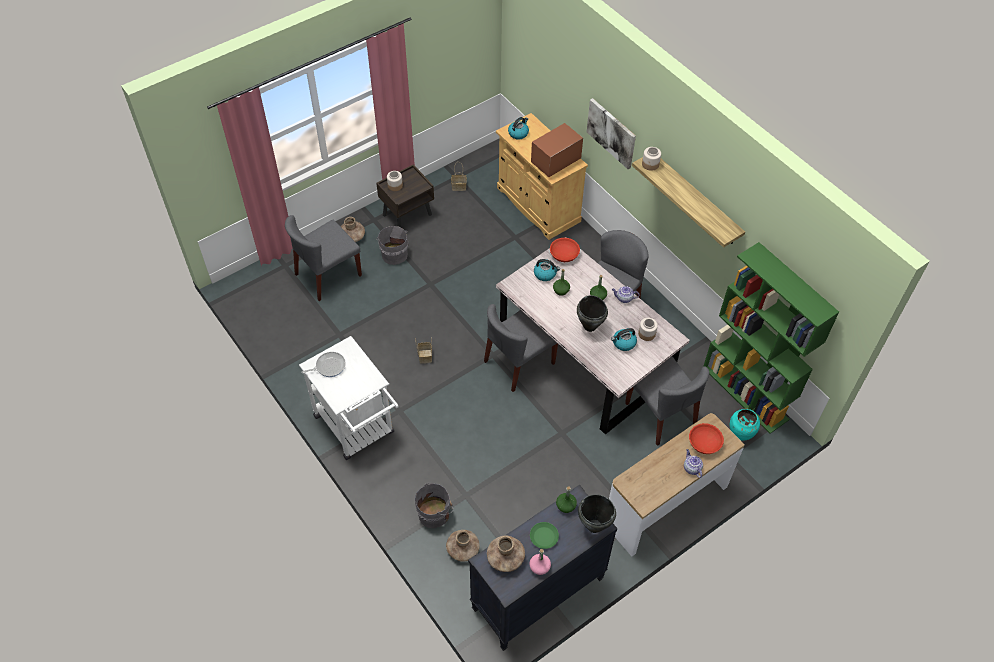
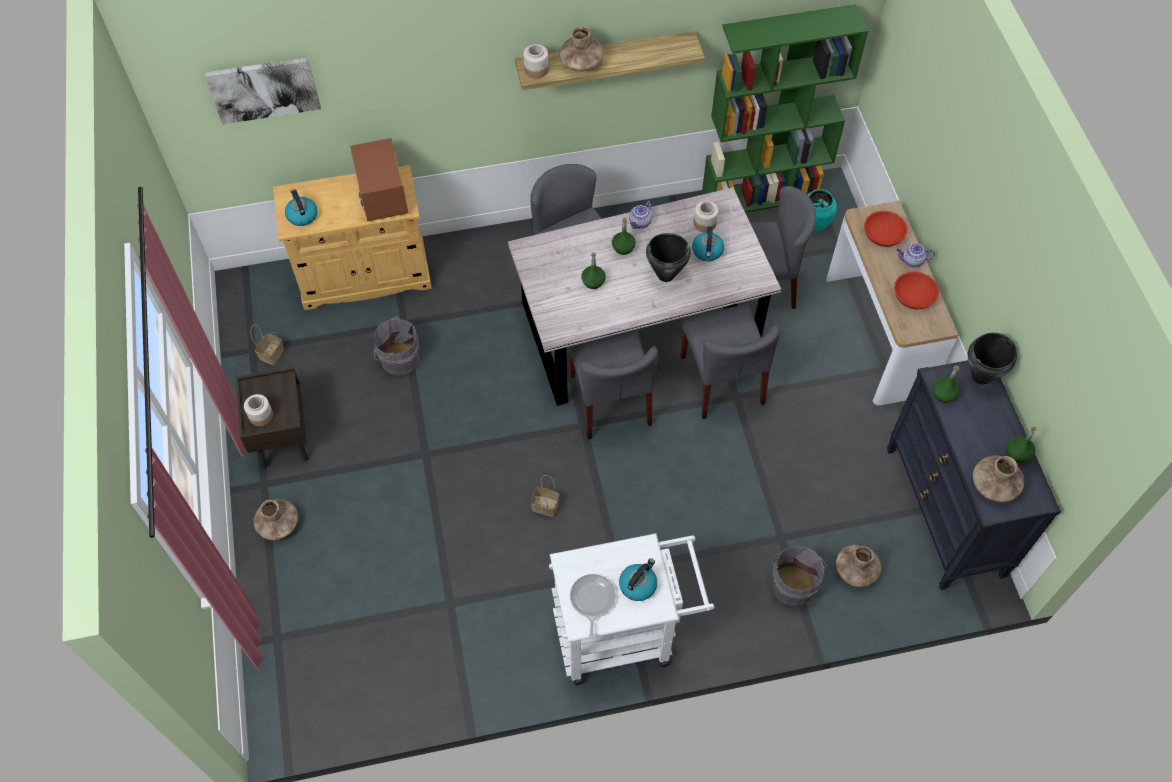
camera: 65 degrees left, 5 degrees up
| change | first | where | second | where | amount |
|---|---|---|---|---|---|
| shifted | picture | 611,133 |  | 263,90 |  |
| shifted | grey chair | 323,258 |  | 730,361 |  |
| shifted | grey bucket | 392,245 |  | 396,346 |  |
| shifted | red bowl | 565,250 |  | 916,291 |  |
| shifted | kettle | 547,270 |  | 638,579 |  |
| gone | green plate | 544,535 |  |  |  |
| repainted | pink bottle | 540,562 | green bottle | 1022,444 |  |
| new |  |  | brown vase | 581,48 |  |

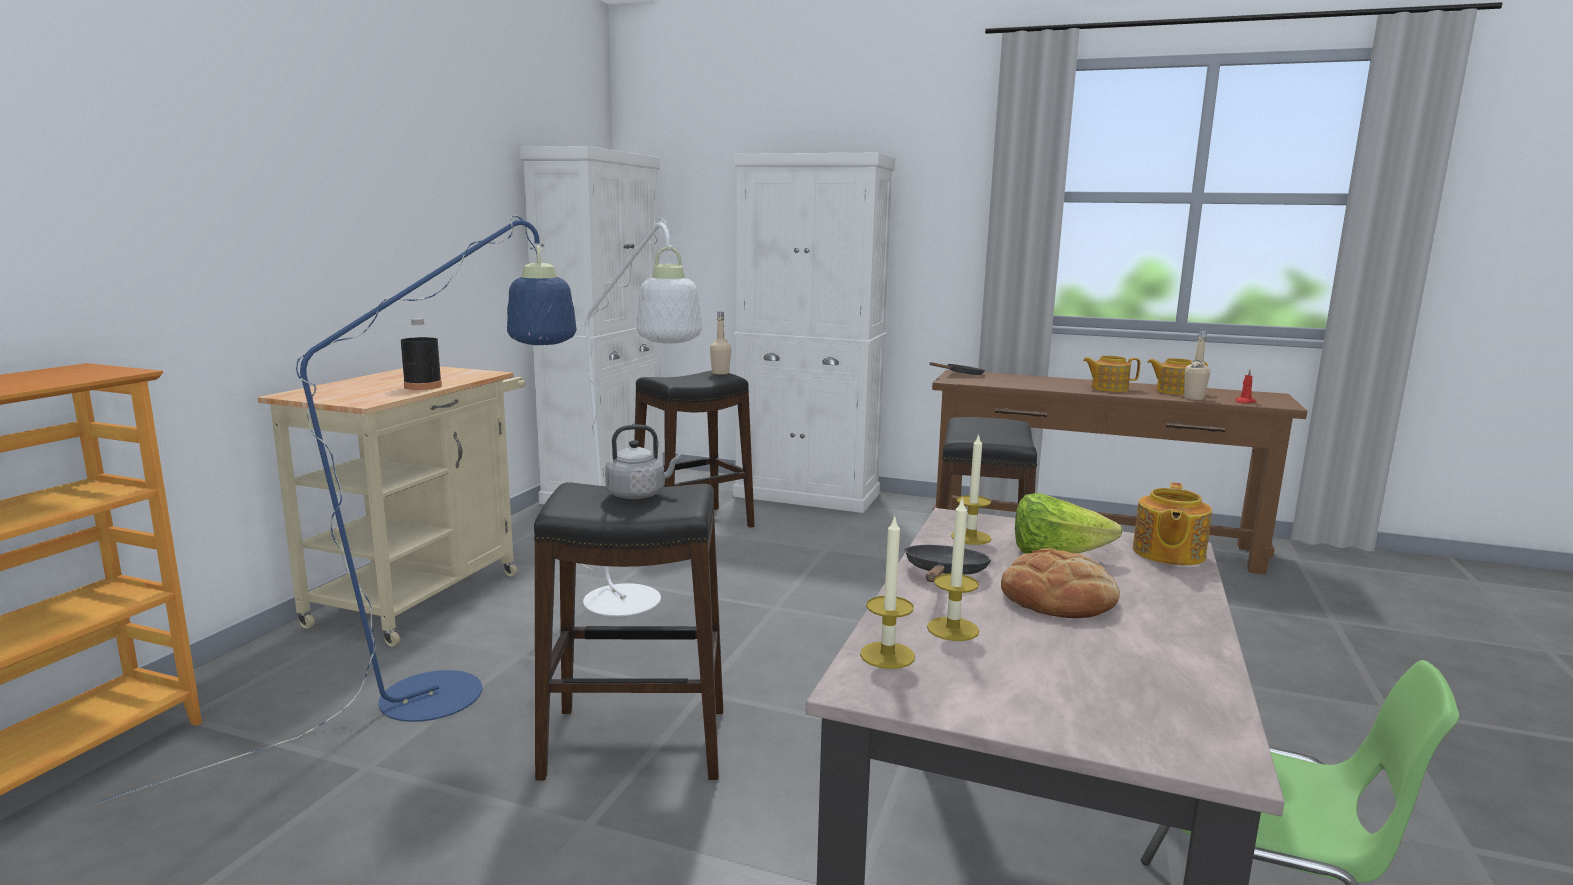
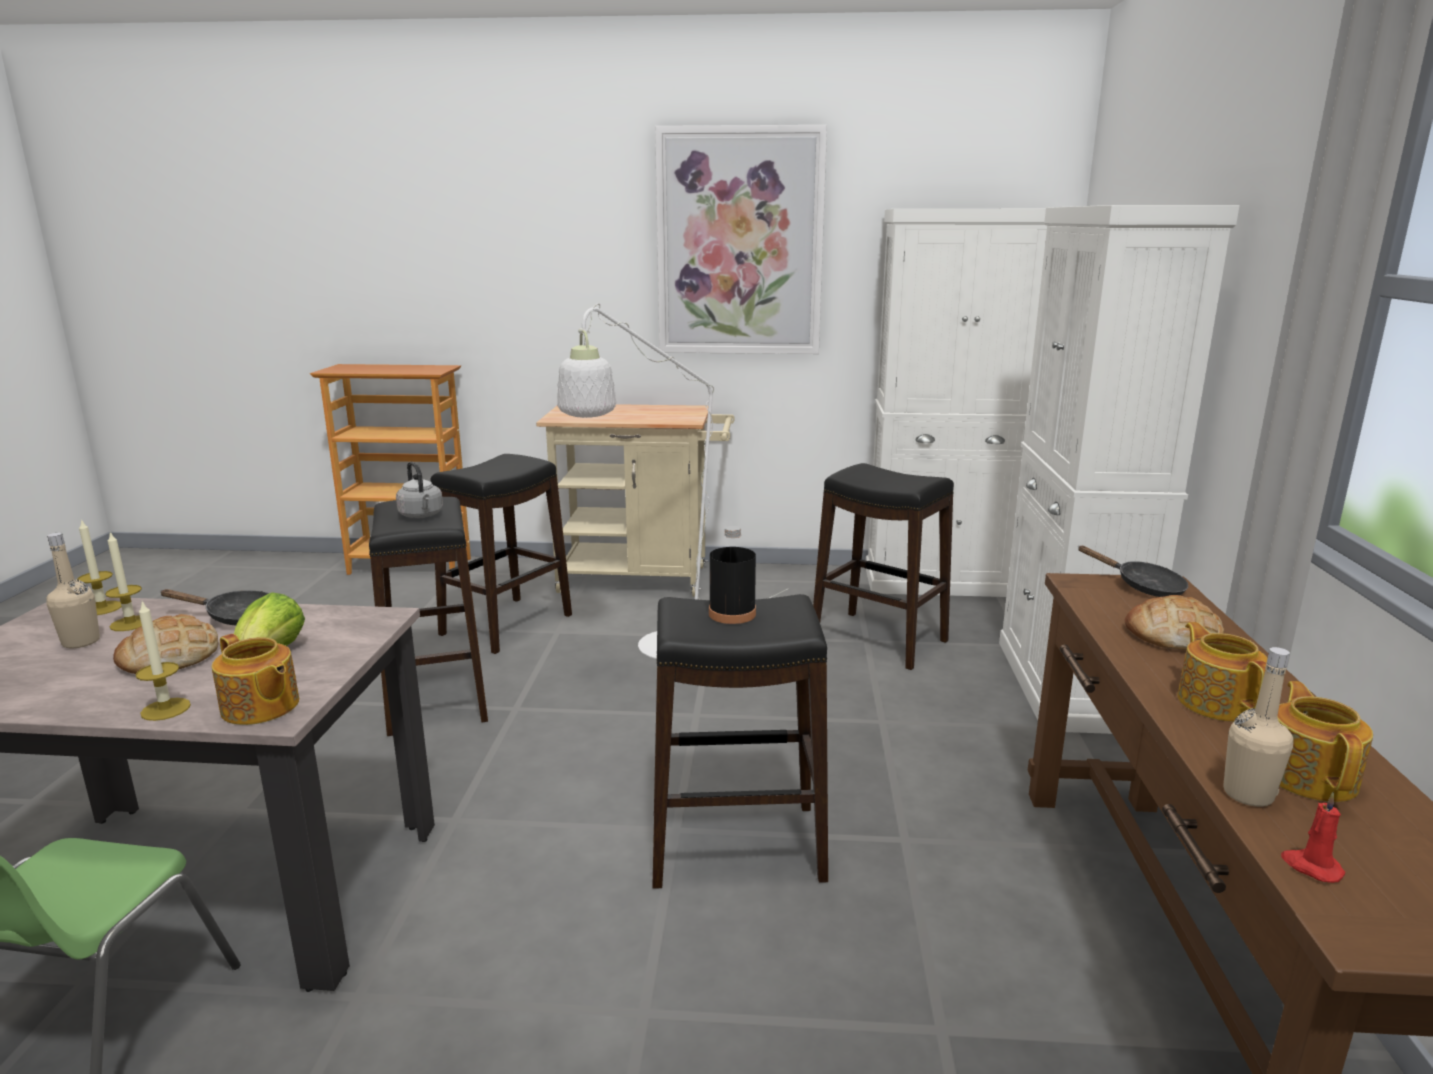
camera: 75 degrees right, 5 degrees up
| change | first | where | second | where | amount |
|---|---|---|---|---|---|
| swapped | blue floor lamp | 337,510 | black stool | 501,554 |  |
| shifted | beige bottle | 720,343 |  | 73,590 |  |
| shifted | black bottle | 421,354 |  | 732,575 |  |
| shifted | candle | 971,489 |  | 163,661 |  |
| rotated | teapot | 1172,523 |  | 255,679 | 150 degrees counterclockwise |
| new |  |  | picture | 741,239 |  |
| new |  |  | bread | 1174,622 |  |

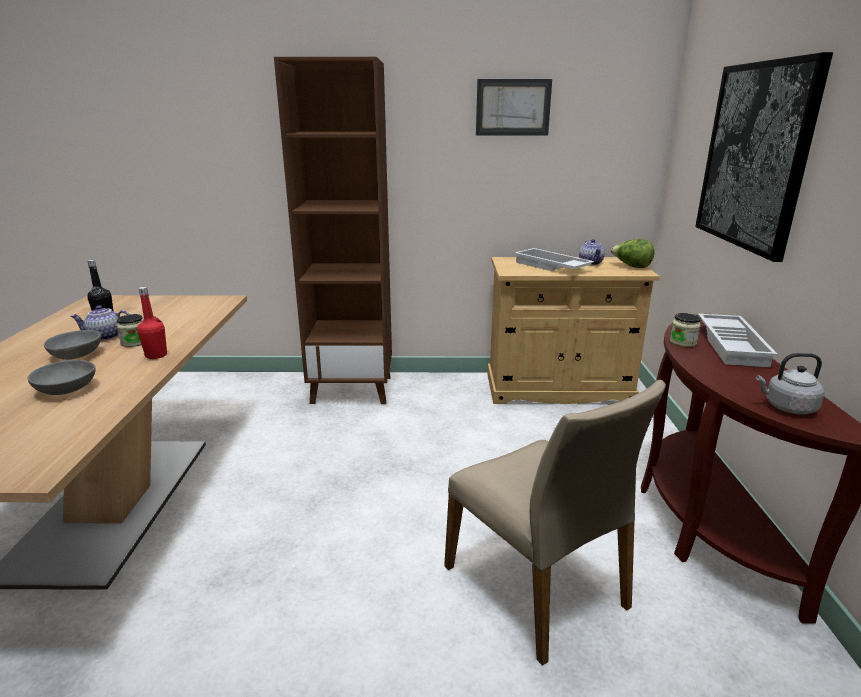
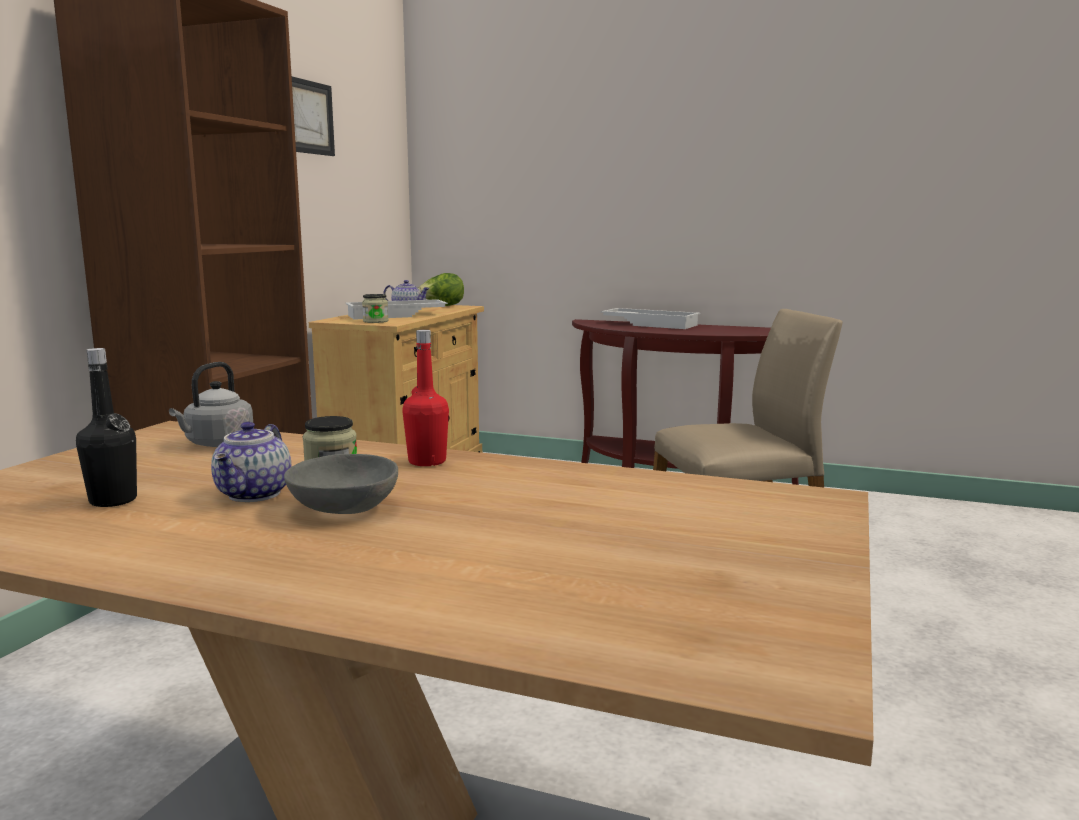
camera: 70 degrees left, 10 degrees down
| change | first | where | second | where | amount |
|---|---|---|---|---|---|
| gone | picture | 764,157 |  |  |  |
| shifted | jar | 685,330 |  | 375,308 |  |
| shifted | grey kettle | 790,384 |  | 211,404 |  |
| gone | grey bowl | 61,377 |  |  |  |

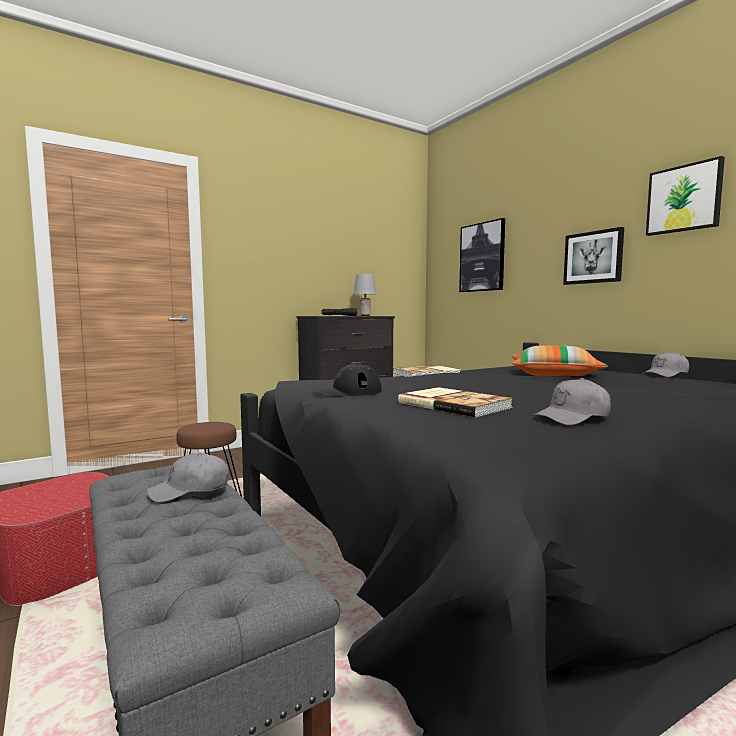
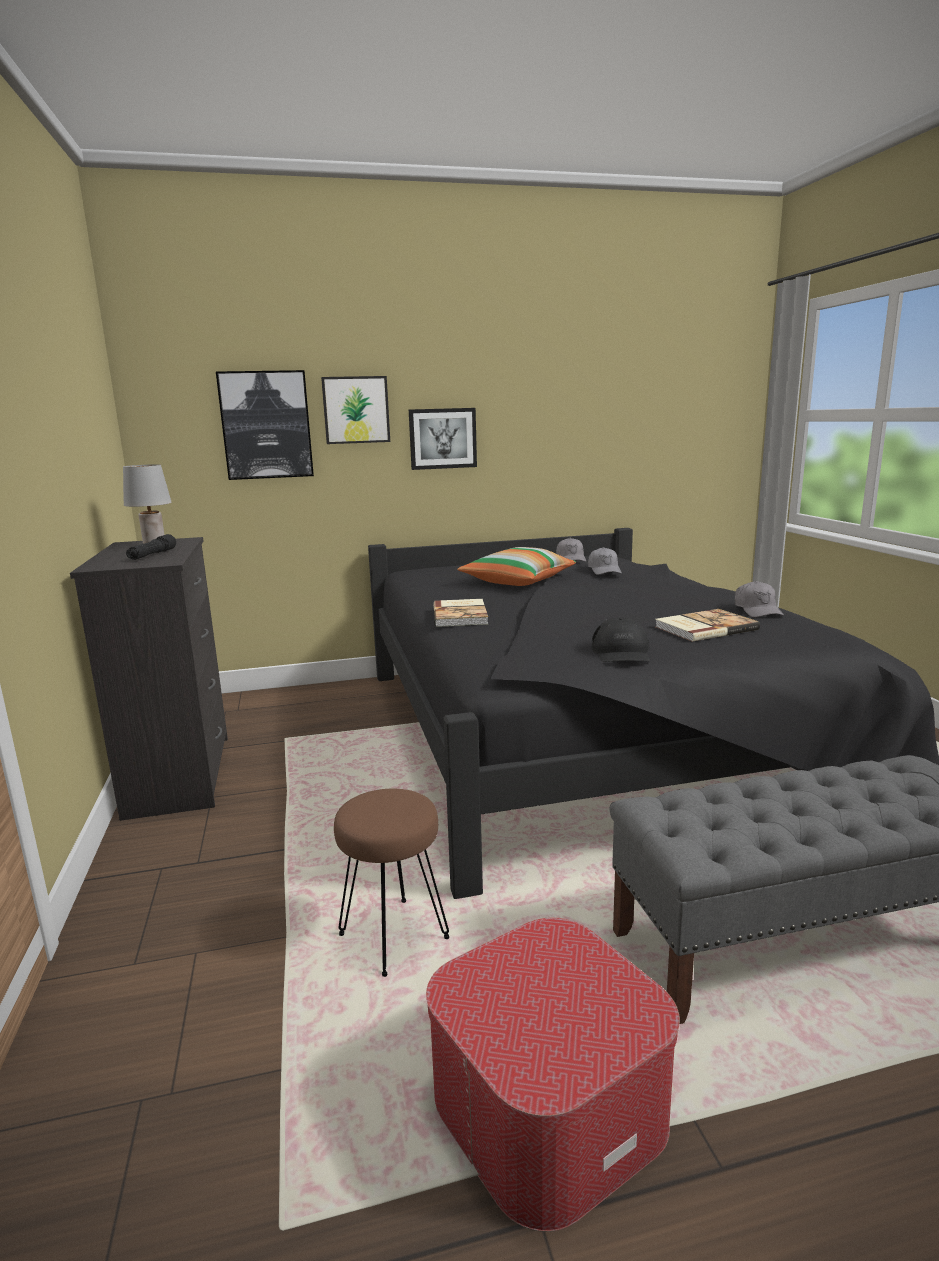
camera: 70 degrees left, 10 degrees up
| change | first | where | second | where | amount |
|---|---|---|---|---|---|
| shifted | picture | 685,196 |  | 355,410 |  |
| shifted | grey cap | 187,477 |  | 605,561 |  |

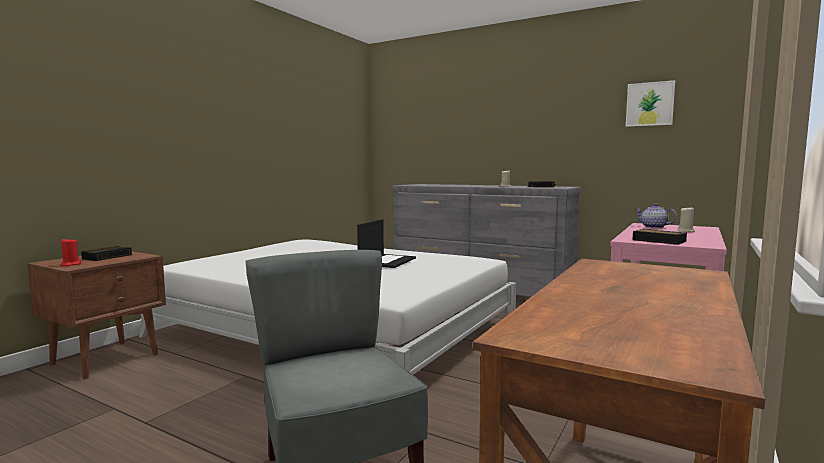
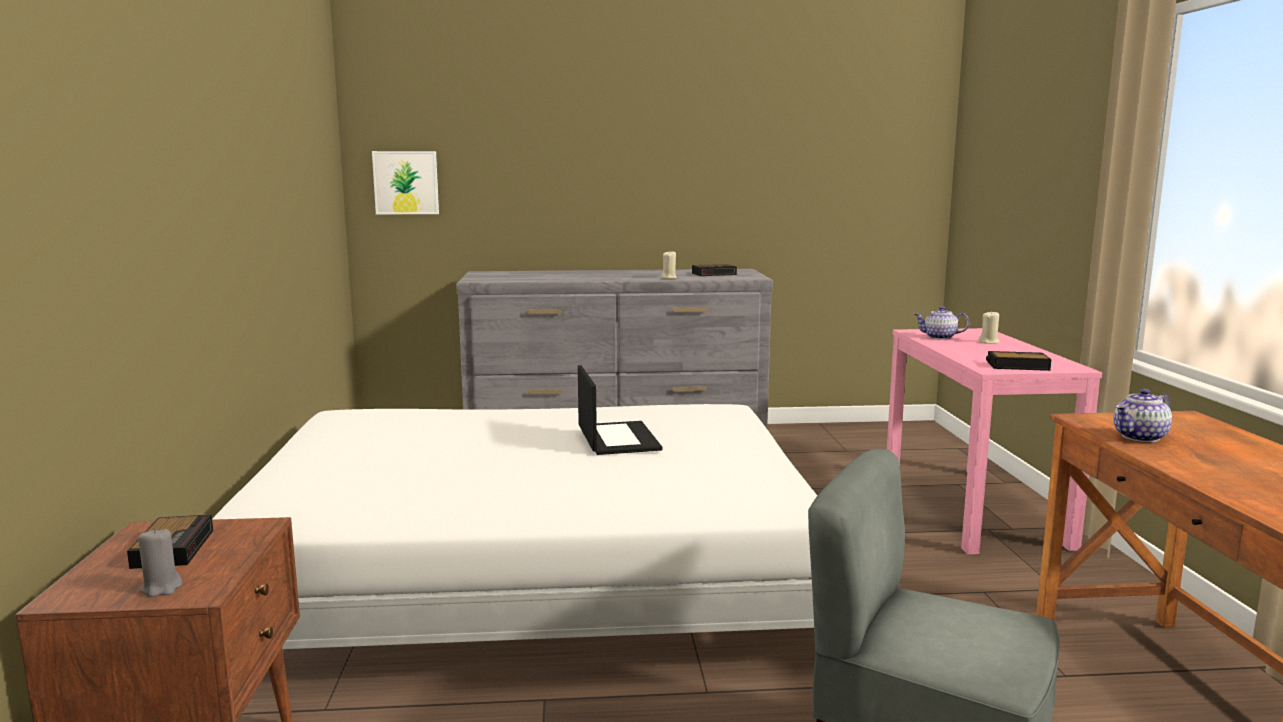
camera: 35 degrees left, 5 degrees up
| change | first | where | second | where | amount |
|---|---|---|---|---|---|
| shifted | picture | 650,103 |  | 405,182 |  |
| repainted | red candle | 71,252 | grey candle | 160,562 |  |
| new |  |  | teapot | 1143,415 |  |

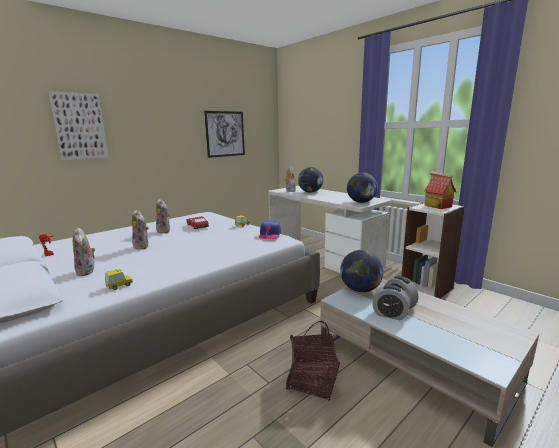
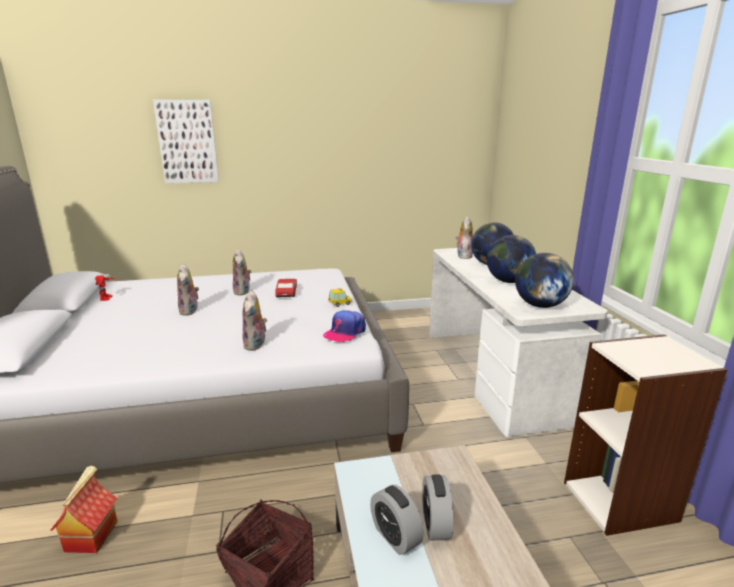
camera: 30 degrees right, 5 degrees up
| change | first | where | second | where | amount |
|---|---|---|---|---|---|
| gone | picture | 224,134 |  |  |  |
| shifted | toy house | 440,190 |  | 84,509 |  |
| shifted | plush toy | 84,251 |  | 254,320 |  |
| shifted | globe | 362,271 |  | 511,259 |  |
| gone | toy car | 119,279 |  |  |  |

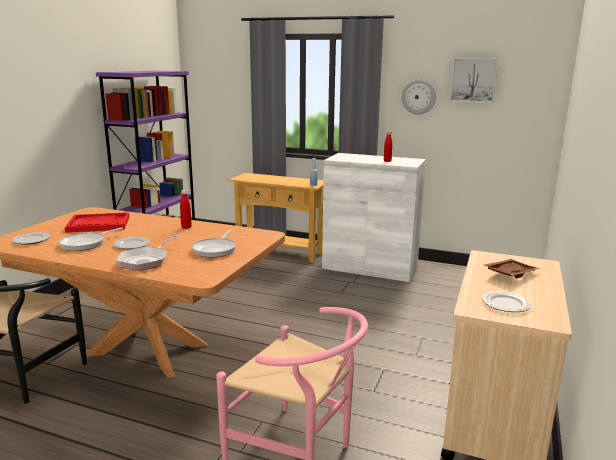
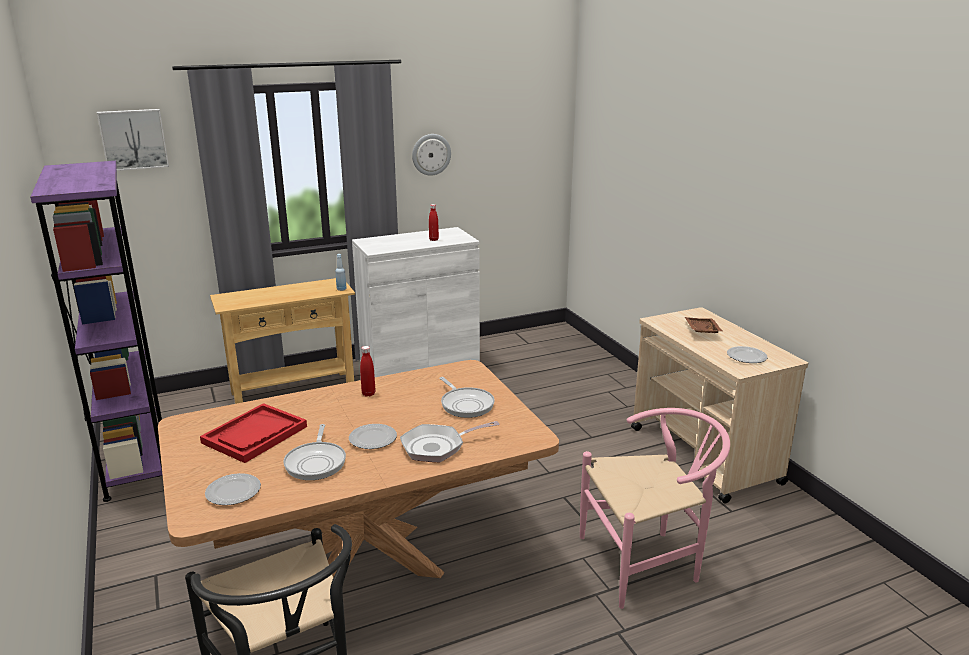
camera: 45 degrees left, 5 degrees up
| change | first | where | second | where | amount |
|---|---|---|---|---|---|
| shifted | picture | 474,80 |  | 133,140 |  |
| rotated | frying pan | 148,253 |  | 450,441 | 90 degrees clockwise |

